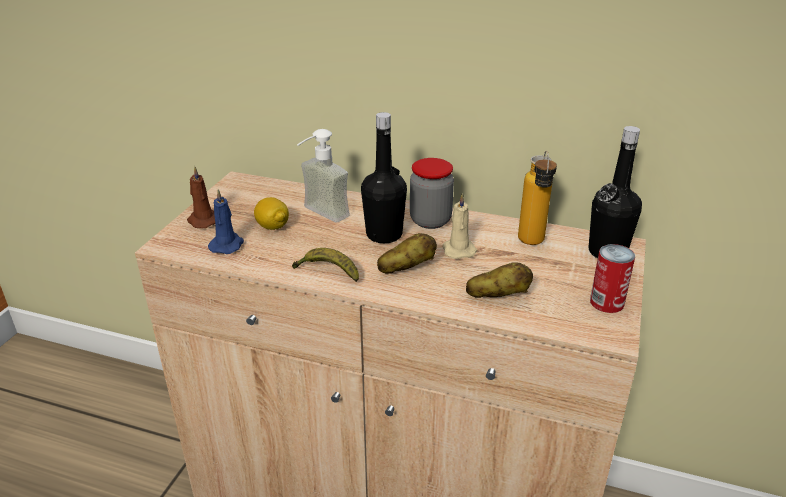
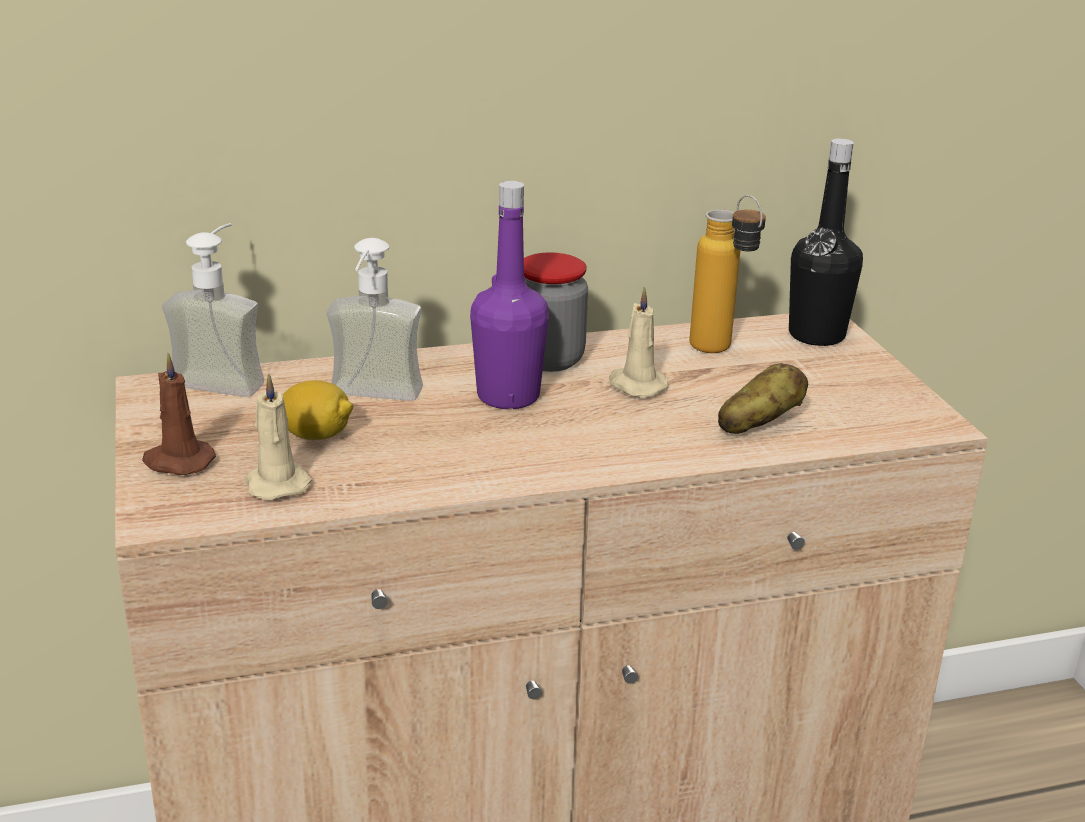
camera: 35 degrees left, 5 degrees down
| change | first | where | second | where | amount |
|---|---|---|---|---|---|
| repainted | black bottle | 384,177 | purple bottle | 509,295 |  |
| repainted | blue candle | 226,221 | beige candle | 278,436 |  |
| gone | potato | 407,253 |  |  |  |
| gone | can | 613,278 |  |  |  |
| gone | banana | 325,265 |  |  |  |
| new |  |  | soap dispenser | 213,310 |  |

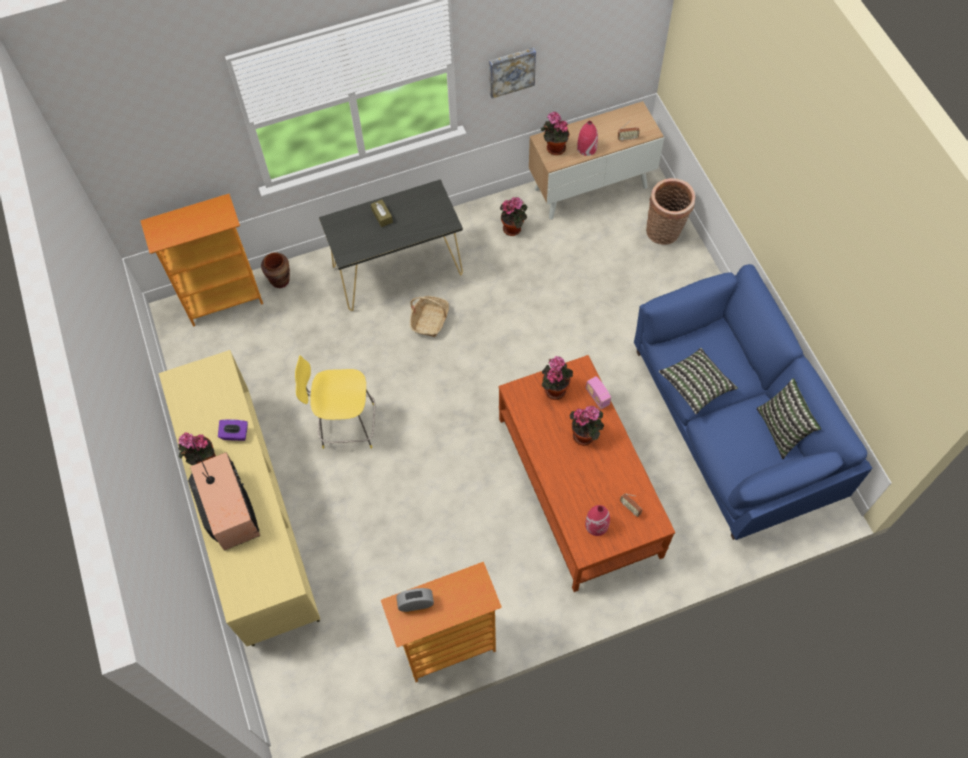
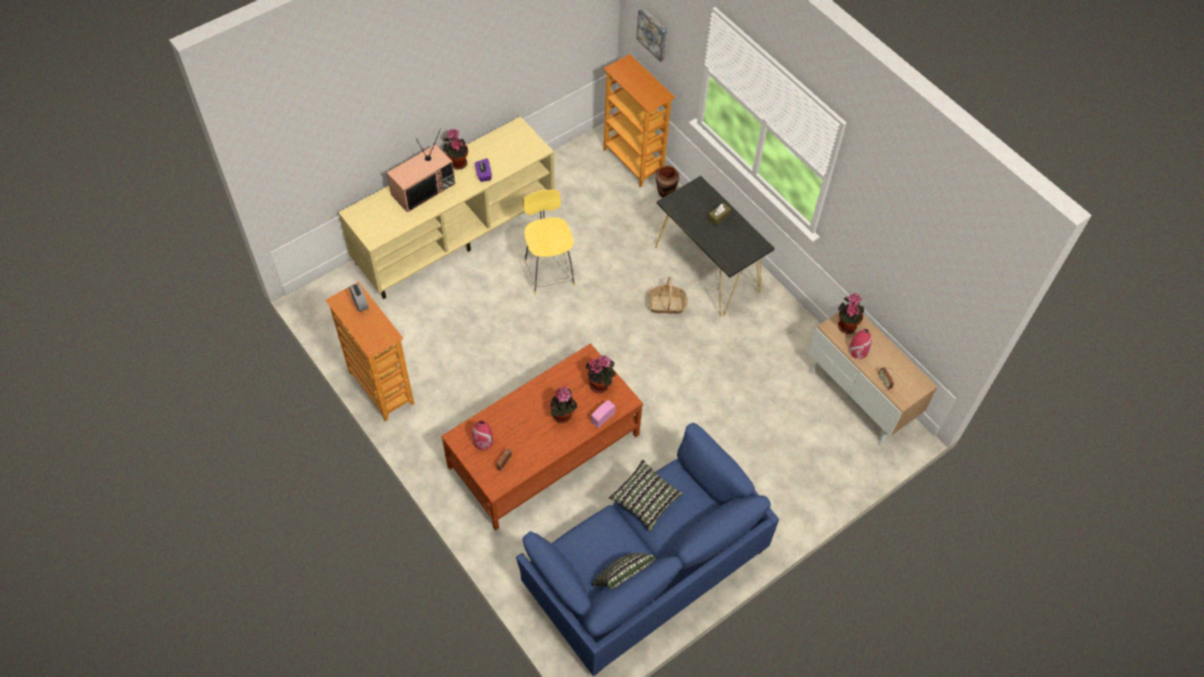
camera: 70 degrees right, 5 degrees down
| change | first | where | second | where | amount |
|---|---|---|---|---|---|
| shifted | picture | 512,73 |  | 651,34 |  |
| gone | basket | 670,211 |  |  |  |
| gone | potted plant | 513,216 |  |  |  |

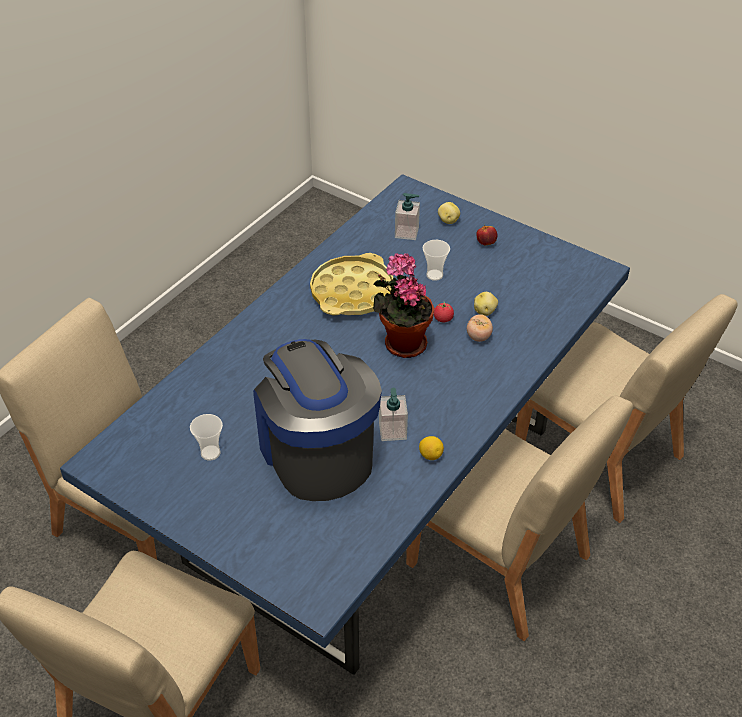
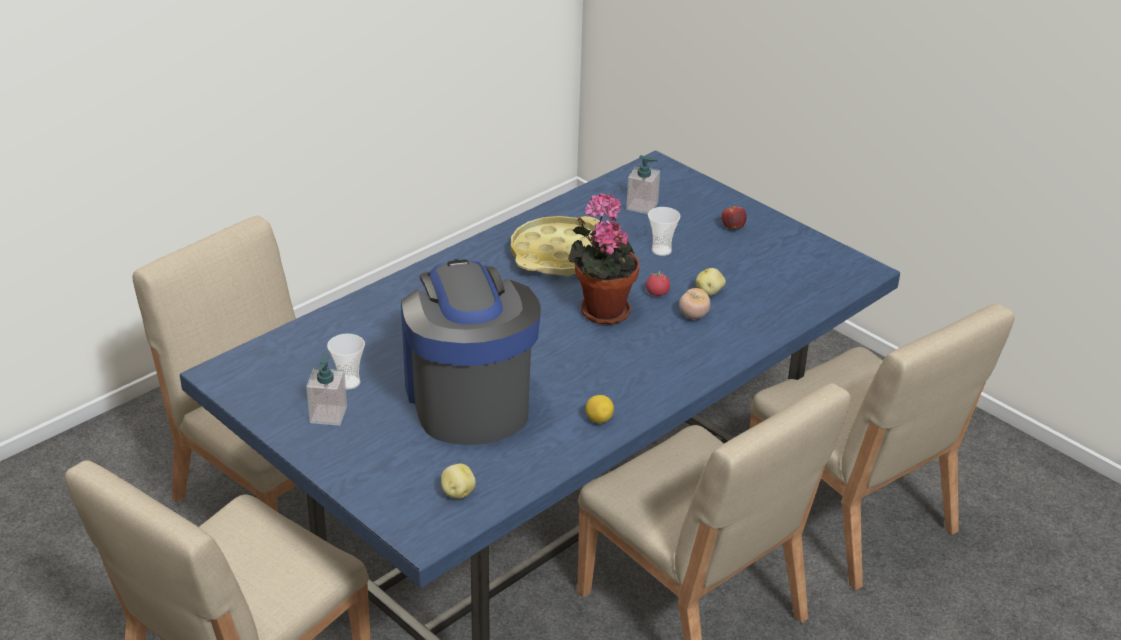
camera: 10 degrees right, 10 degrees down
| change | first | where | second | where | amount |
|---|---|---|---|---|---|
| shifted | potato | 449,213 |  | 458,481 |  |
| shifted | soap dispenser | 393,414 |  | 326,390 |  |

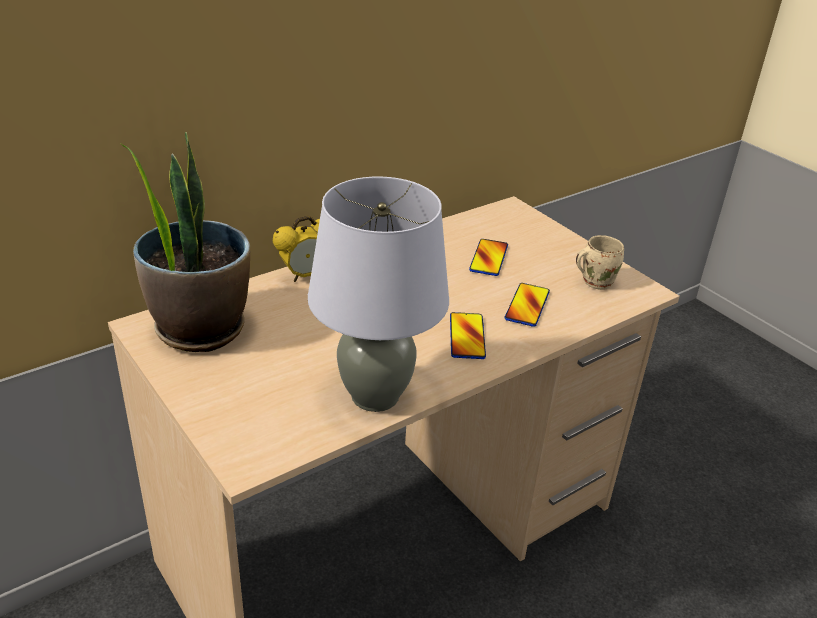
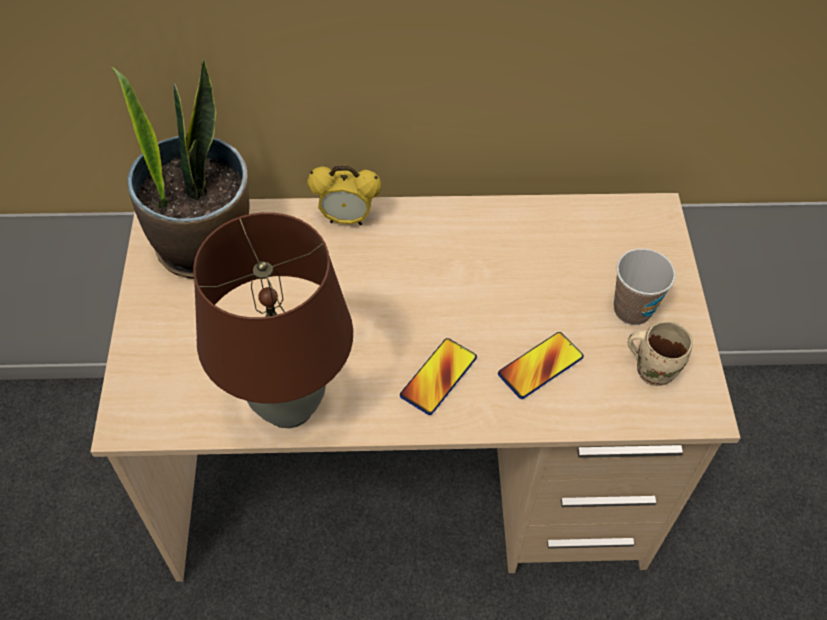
camera: 35 degrees right, 20 degrees up
| change | first | where | second | where | amount |
|---|---|---|---|---|---|
| repainted | grey table lamp | 378,294 | brown table lamp | 273,320 |  |
| gone | phone | 488,257 |  |  |  |
| new |  |  | cup | 644,286 |  |

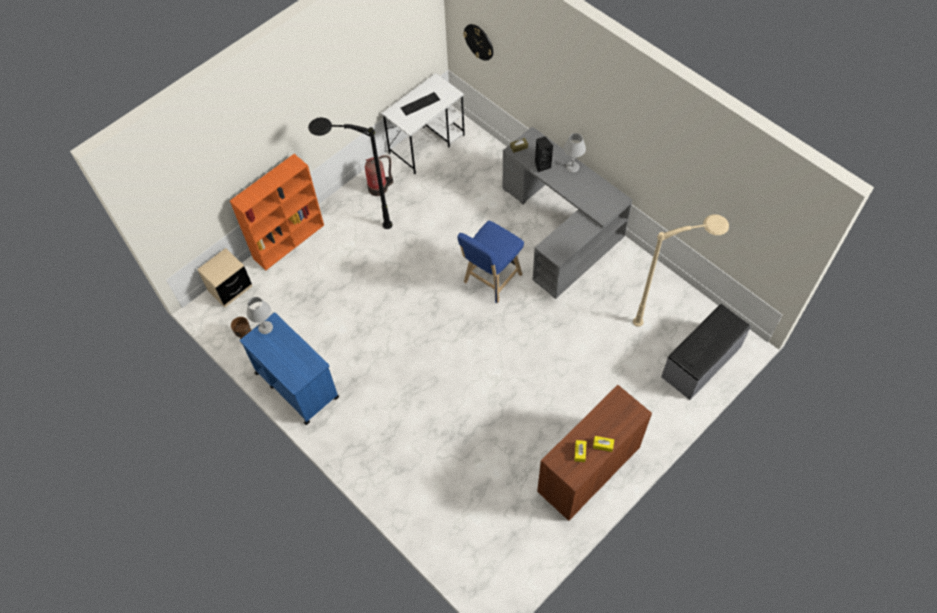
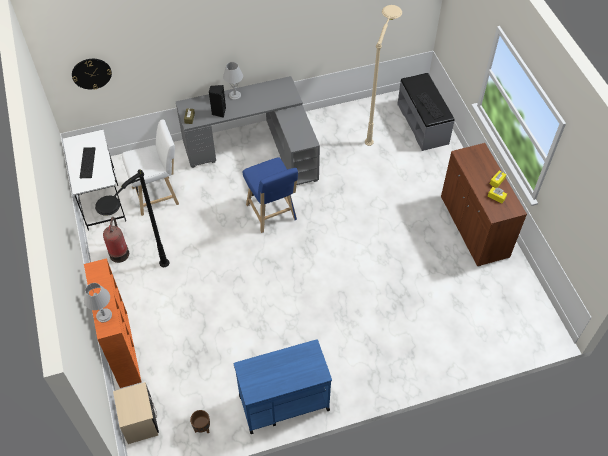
camera: 65 degrees left, 5 degrees down
| change | first | where | second | where | amount |
|---|---|---|---|---|---|
| shifted | grey table lamp | 259,315 |  | 98,302 |  |
| new |  |  | white stool | 150,167 |  |

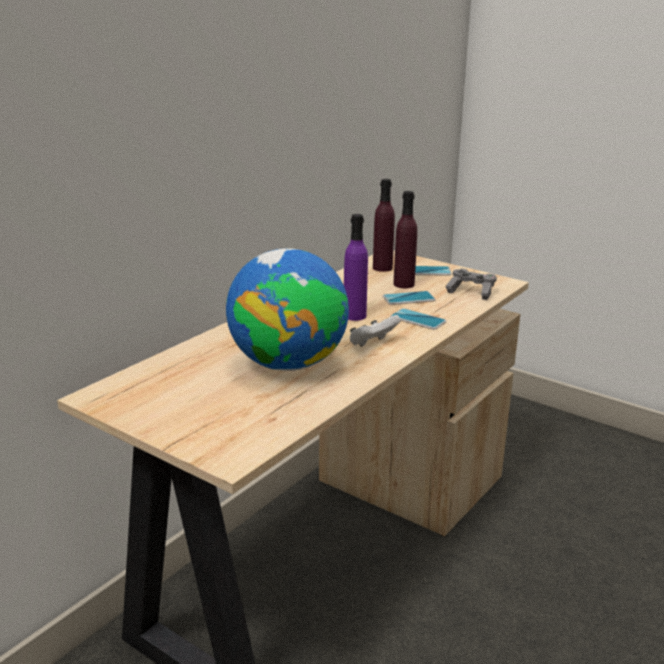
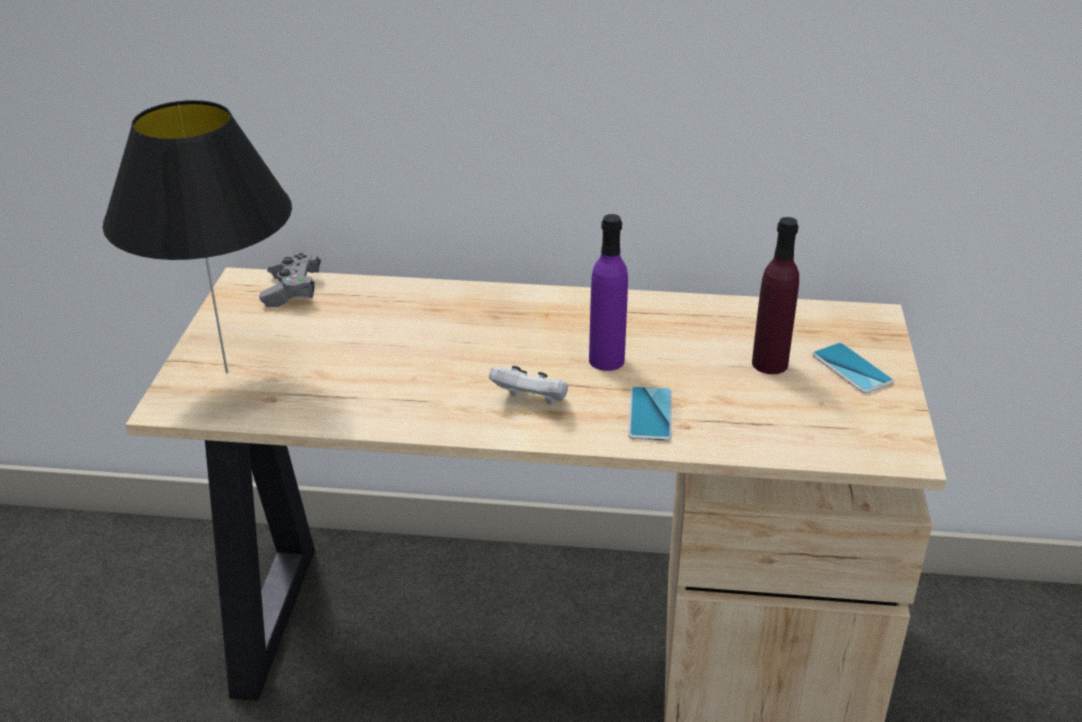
camera: 60 degrees right, 10 degrees up
| change | first | where | second | where | amount |
|---|---|---|---|---|---|
| gone | purple bottle | 384,225 |  |  |  |
| gone | globe | 287,309 |  |  |  |
| shifted | grey game controller | 471,284 |  | 290,279 |  |
| gone | phone | 409,298 |  |  |  |
| new |  |  | black table lamp | 197,236 |  |

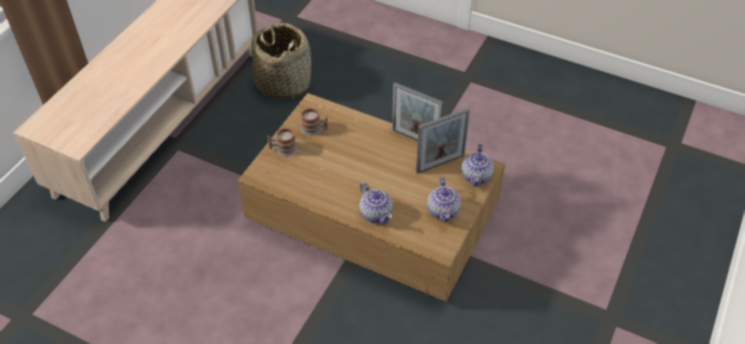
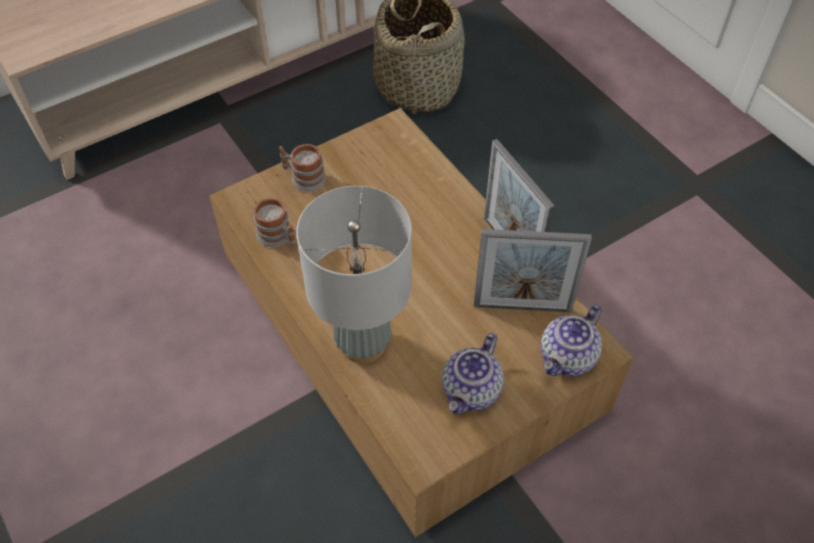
camera: 30 degrees right, 5 degrees up
| change | first | where | second | where | amount |
|---|---|---|---|---|---|
| shifted | mug | 314,122 |  | 275,222 |  |
| swapped | teapot | 376,203 | grey table lamp | 354,275 |  |

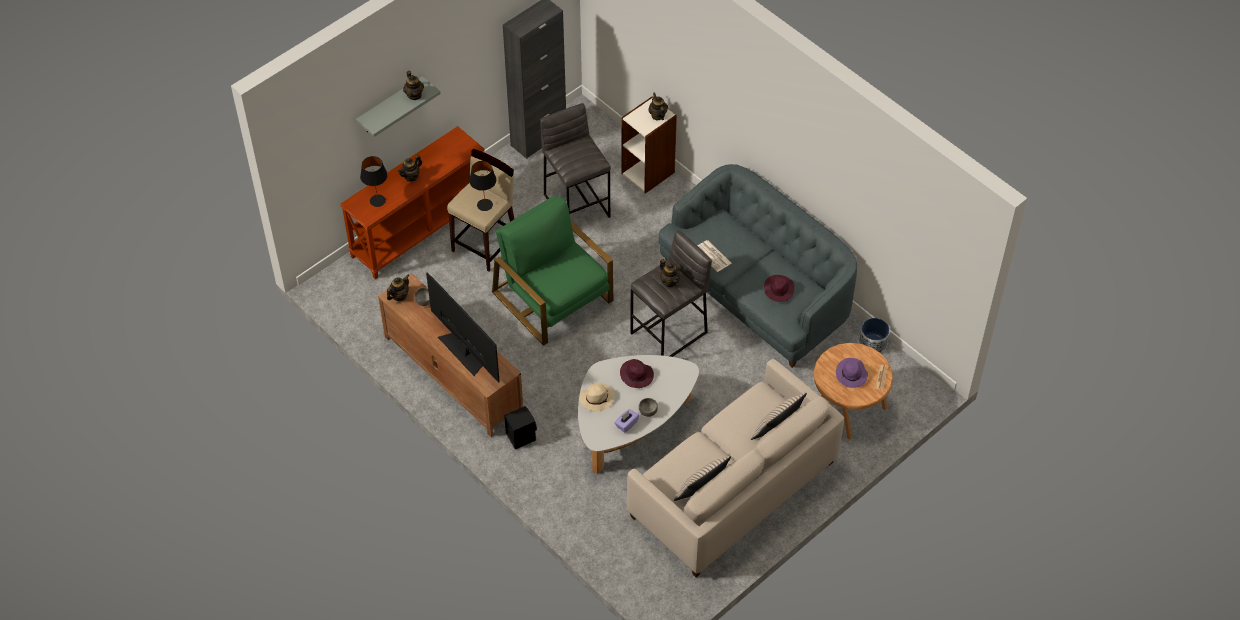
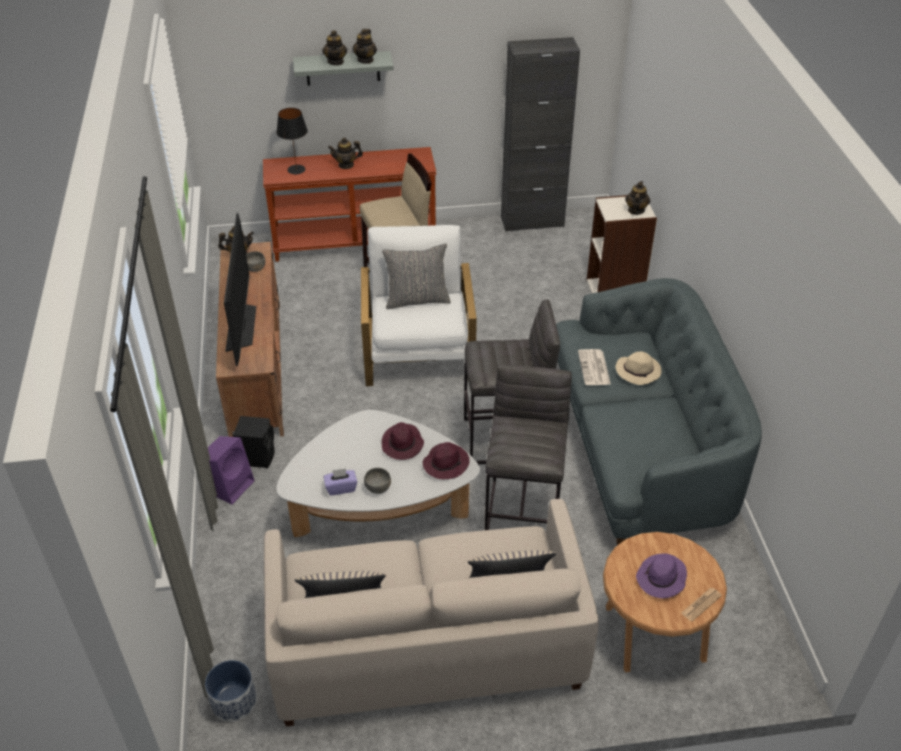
camera: 35 degrees right, 10 degrees down
| change | first | where | second | where | amount |
|---|---|---|---|---|---|
| shifted | grey stool | 575,160 |  | 528,447 |  |
| gone | black table lamp | 482,186 |  |  |  |
| repainted | green armchair | 552,270 | white armchair | 419,305 |  |
| shifted | teapot | 670,273 |  | 334,47 |  |
| shifted | purple hat | 779,288 |  | 446,460 |  |
| shifted | planter | 874,335 |  | 231,691 |  |
| shifted | beige hat | 597,396 |  | 638,368 |  |
| new |  |  | grey pillow | 416,276 |  |
| new |  |  | purple speaker | 231,470 |  |

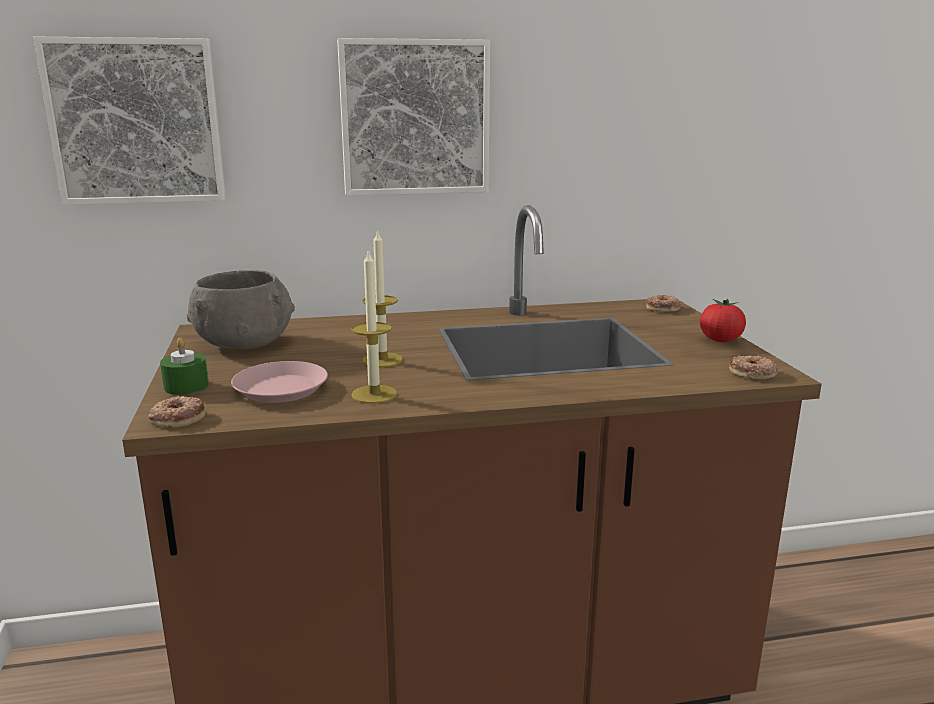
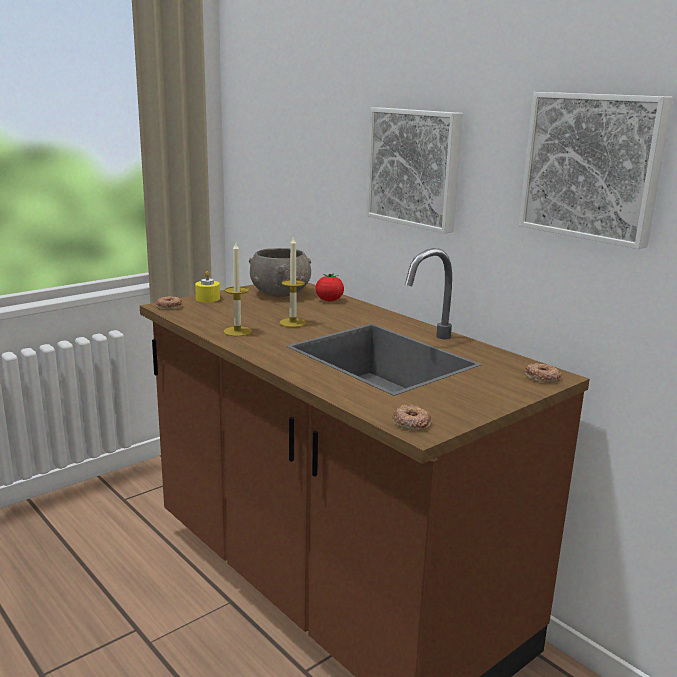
camera: 60 degrees right, 0 degrees up
| change | first | where | second | where | amount |
|---|---|---|---|---|---|
| shifted | picture | 129,120 |  | 596,170 |  |
| shifted | tomato | 723,320 |  | 329,287 |  |
| repainted | green candle | 184,366 | yellow candle | 207,286 |  |
| gone | pink plate | 279,382 |  |  |  |

